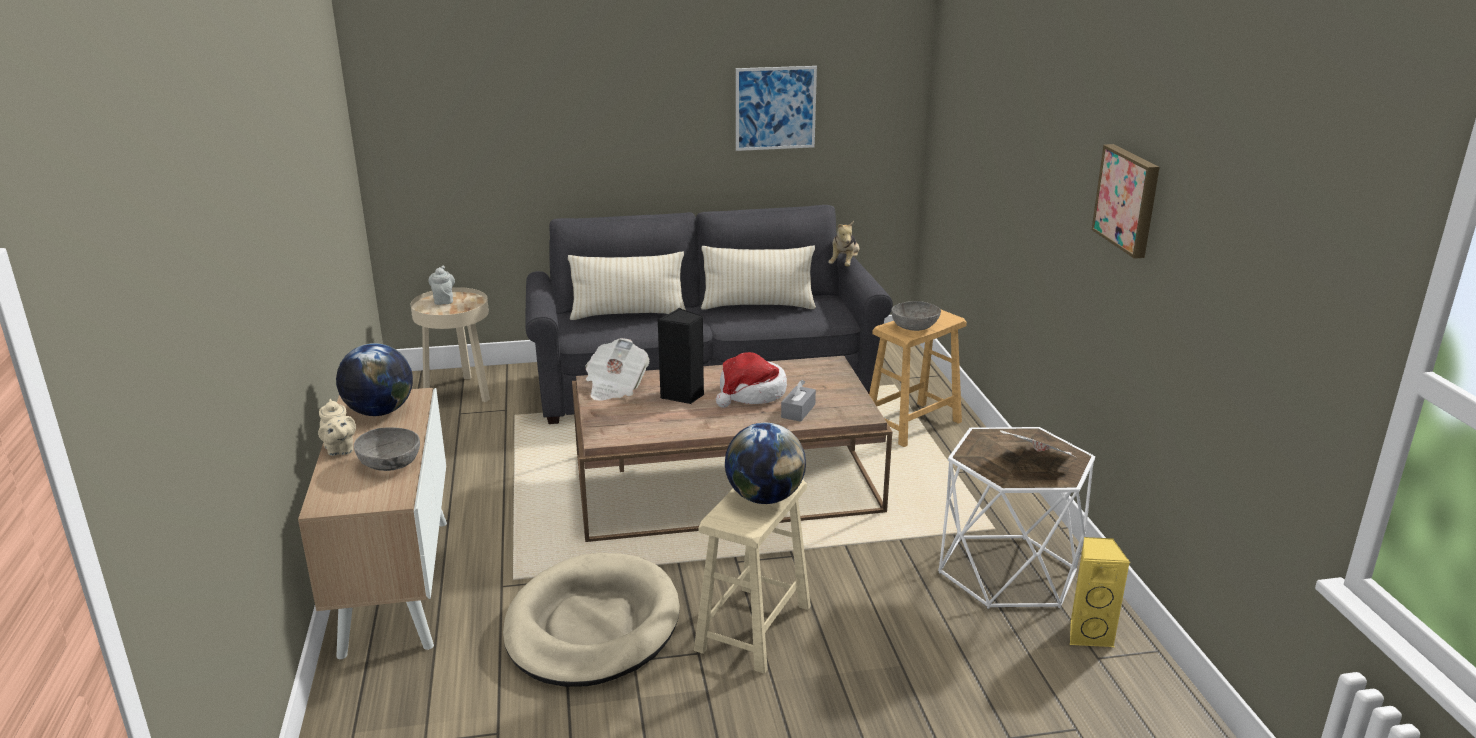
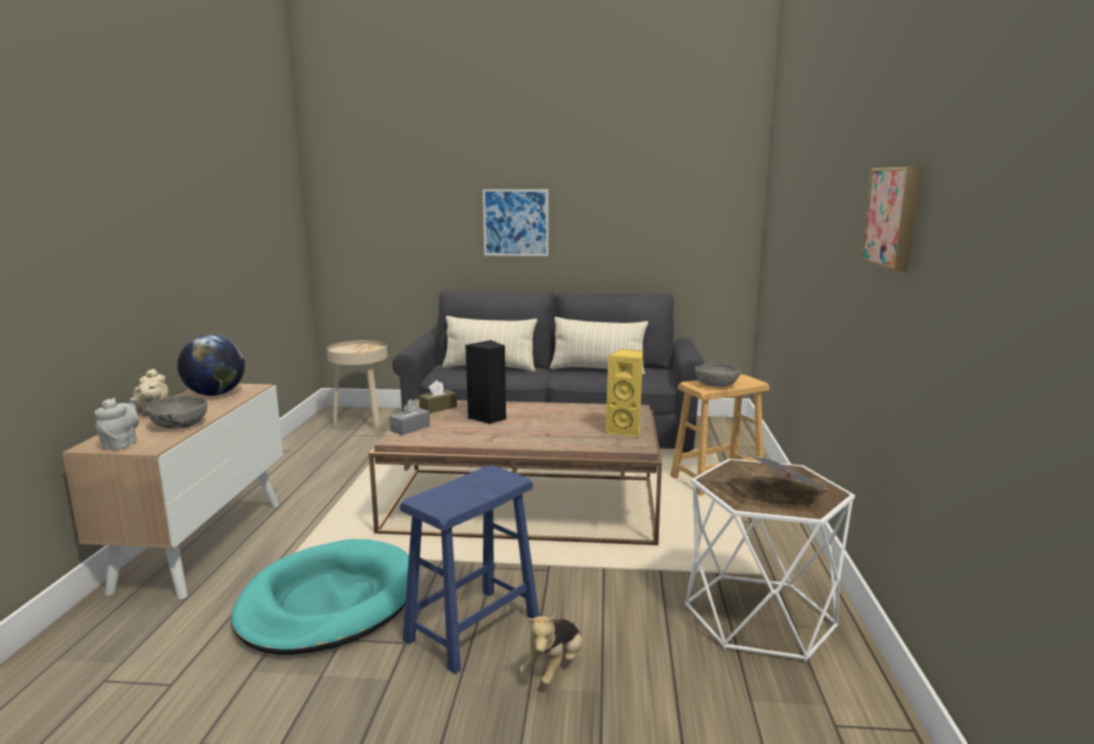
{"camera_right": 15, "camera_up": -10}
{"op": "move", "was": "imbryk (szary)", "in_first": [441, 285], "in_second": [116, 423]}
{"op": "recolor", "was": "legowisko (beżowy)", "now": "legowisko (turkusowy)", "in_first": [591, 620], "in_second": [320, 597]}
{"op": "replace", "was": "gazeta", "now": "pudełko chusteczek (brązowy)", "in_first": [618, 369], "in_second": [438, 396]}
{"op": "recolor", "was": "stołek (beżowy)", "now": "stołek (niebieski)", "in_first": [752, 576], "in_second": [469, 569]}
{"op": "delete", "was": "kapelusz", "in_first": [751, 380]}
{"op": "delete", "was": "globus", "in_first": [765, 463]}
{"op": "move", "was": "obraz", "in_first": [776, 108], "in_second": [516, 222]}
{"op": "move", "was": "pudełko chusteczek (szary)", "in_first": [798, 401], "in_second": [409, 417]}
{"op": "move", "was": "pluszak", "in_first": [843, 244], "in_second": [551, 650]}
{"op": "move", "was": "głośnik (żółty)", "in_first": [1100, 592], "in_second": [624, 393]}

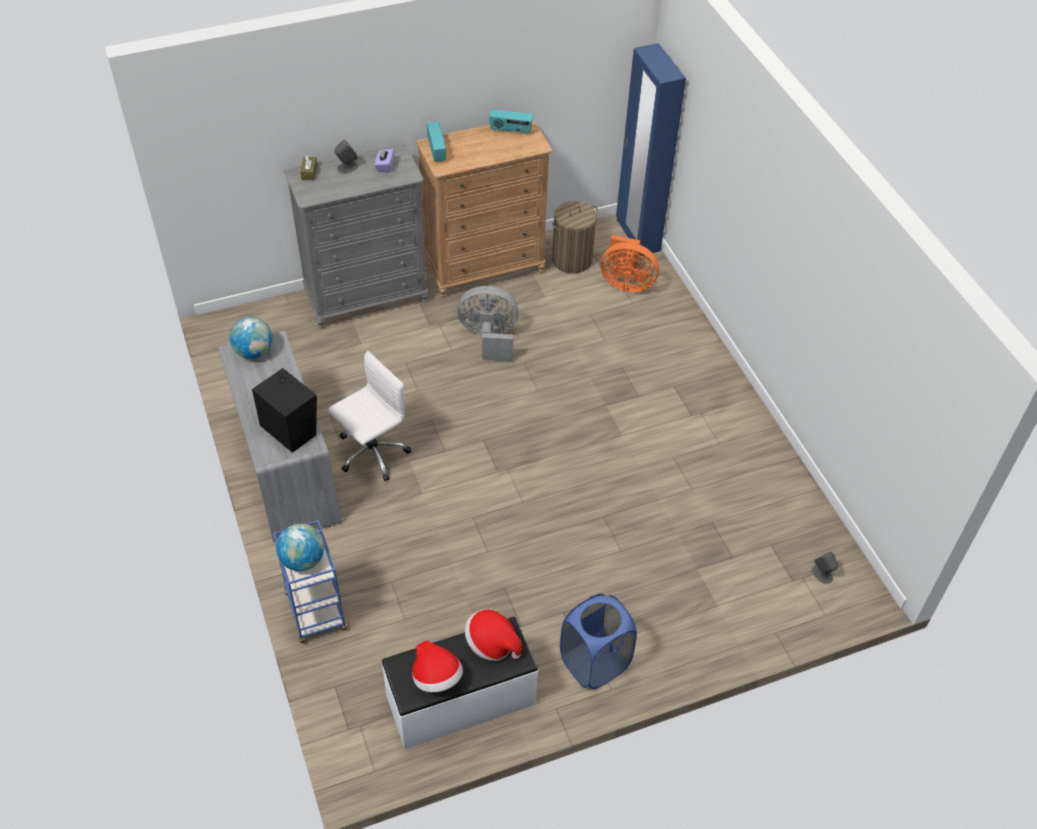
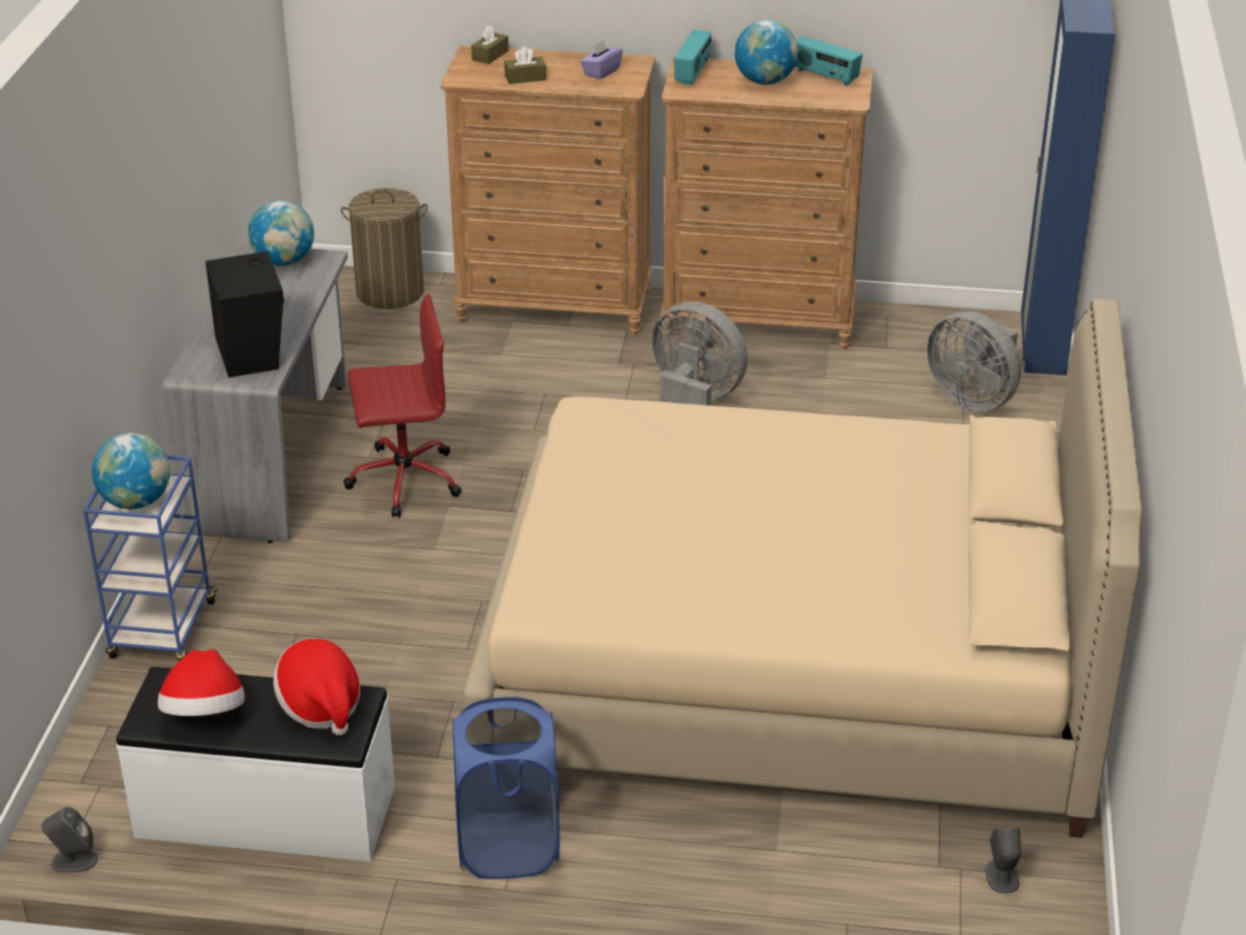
{"camera_right": 30, "camera_up": -15}
{"op": "recolor", "was": "komoda (szary)", "now": "komoda (brązowy)", "in_first": [356, 236], "in_second": [548, 190]}
{"op": "recolor", "was": "krzesło biurowe (biały)", "now": "krzesło biurowe (czerwony)", "in_first": [369, 416], "in_second": [402, 405]}
{"op": "move", "was": "głośnik (szary)", "in_first": [346, 157], "in_second": [70, 840]}
{"op": "move", "was": "kosz na pranie", "in_first": [575, 237], "in_second": [384, 248]}
{"op": "recolor", "was": "wentylator (pomarańczowy)", "now": "wentylator (szary)", "in_first": [630, 263], "in_second": [974, 361]}
{"op": "insert", "now": "łóżko (beżowy)", "in_second": [802, 568]}
{"op": "insert", "now": "pudełko chusteczek (brązowy)", "in_second": [525, 65]}
{"op": "insert", "now": "globus", "in_second": [766, 52]}

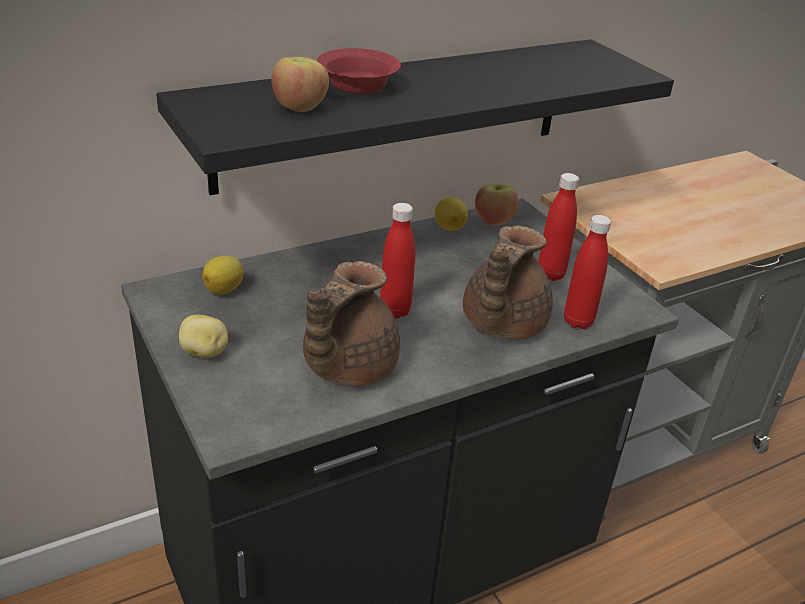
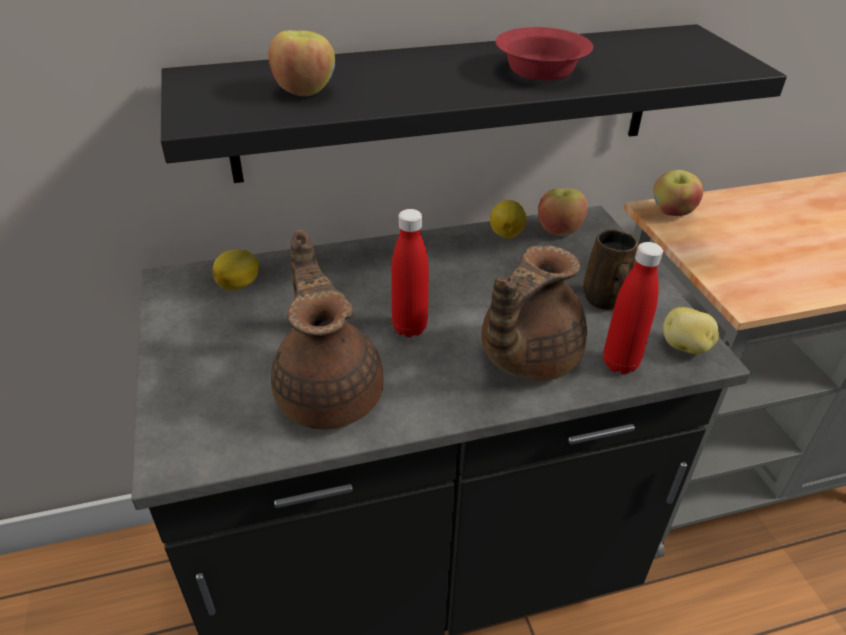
{"camera_right": 15, "camera_up": 5}
{"op": "move", "was": "ziemniak", "in_first": [203, 336], "in_second": [691, 330]}
{"op": "rotate", "was": "imbryk (brązowy)", "in_first": [351, 324], "in_second": [327, 330], "clockwise": 120}
{"op": "move", "was": "miska (czerwony)", "in_first": [359, 71], "in_second": [544, 54]}
{"op": "replace", "was": "butelka (czerwony)", "now": "kubek (brązowy)", "in_first": [558, 227], "in_second": [610, 269]}
{"op": "insert", "now": "jabłko", "in_second": [678, 193]}

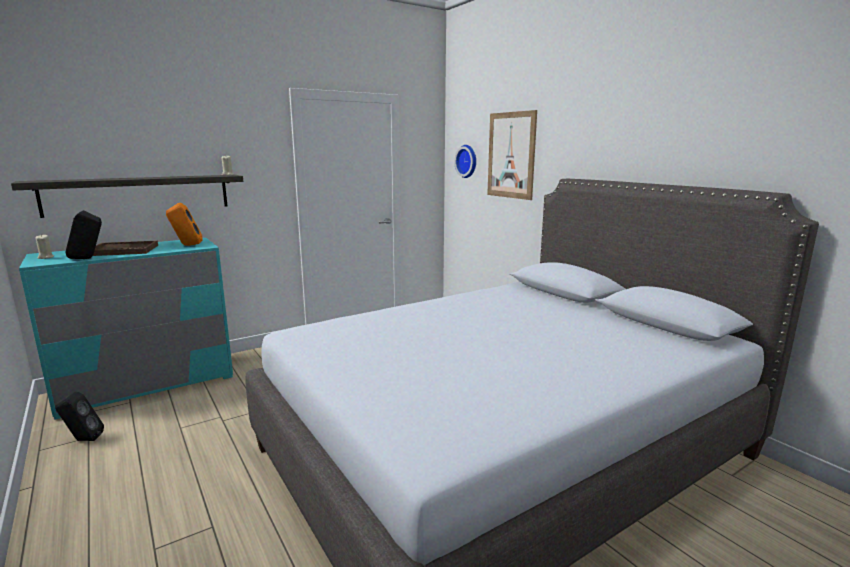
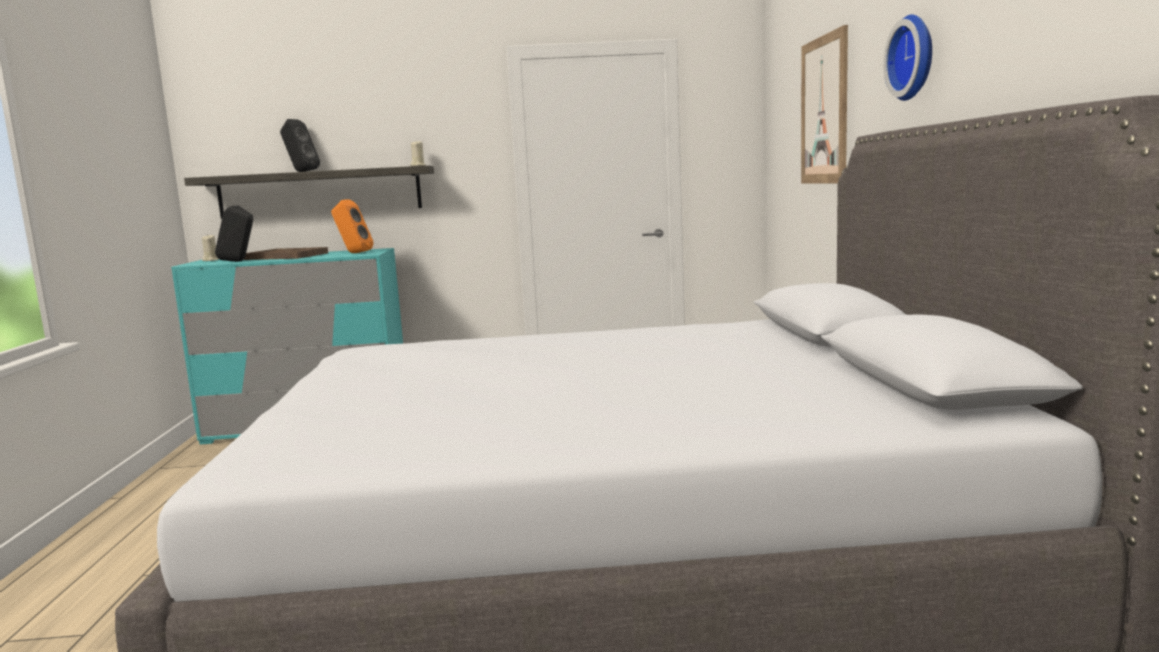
{"camera_right": 30, "camera_up": -5}
{"op": "move", "was": "głośnik (czarny)", "in_first": [79, 416], "in_second": [300, 145]}
{"op": "move", "was": "zegar ścienny", "in_first": [465, 161], "in_second": [907, 57]}

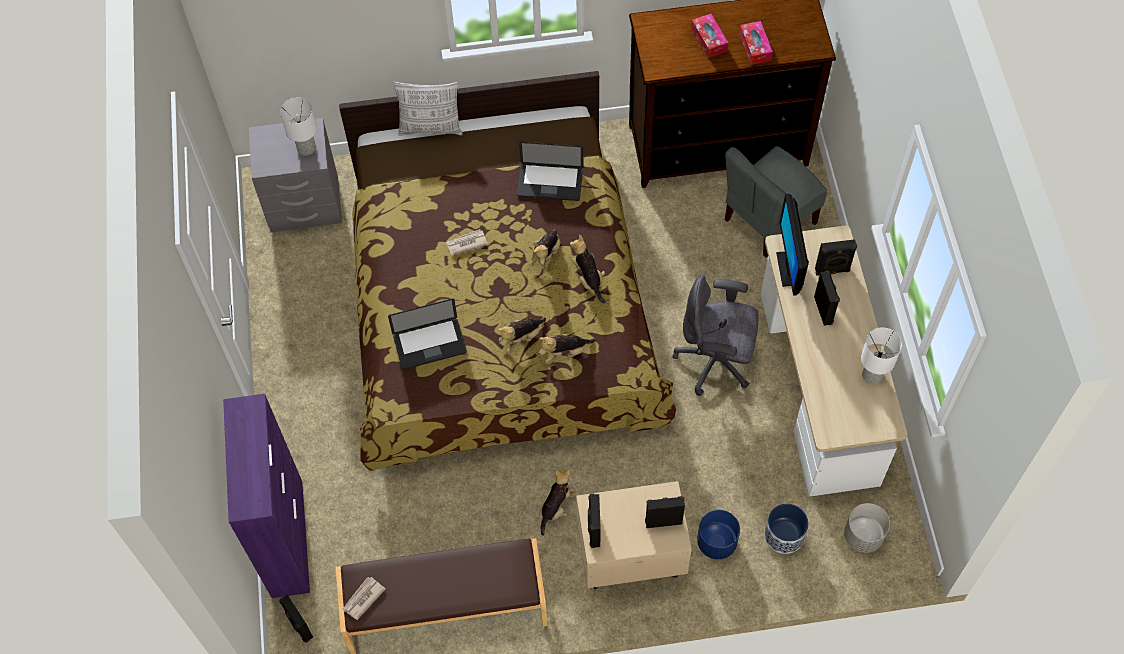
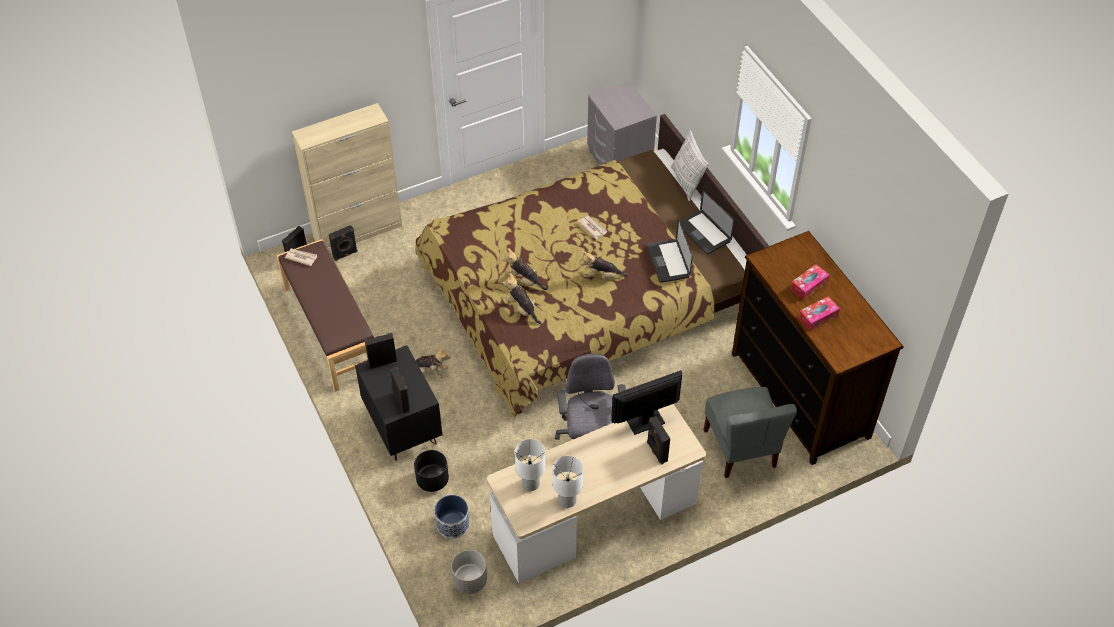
{"camera_right": 70, "camera_up": -10}
{"op": "recolor", "was": "szafka (fioletowy)", "now": "szafka (beżowy)", "in_first": [266, 496], "in_second": [347, 177]}
{"op": "move", "was": "lampa stołowa (biały)", "in_first": [298, 126], "in_second": [530, 465]}
{"op": "move", "was": "laptop", "in_first": [427, 334], "in_second": [706, 222]}
{"op": "delete", "was": "pluszak", "in_first": [588, 269]}
{"op": "recolor", "was": "szafka nocna (beżowy)", "now": "szafka nocna (czarny)", "in_first": [634, 535], "in_second": [398, 403]}
{"op": "recolor", "was": "donica (niebieski)", "now": "donica (czarny)", "in_first": [718, 534], "in_second": [431, 471]}
{"op": "rotate", "was": "krzesło (szary)", "in_first": [776, 202], "in_second": [750, 432], "clockwise": -135}
{"op": "move", "was": "głośnik (czarny)", "in_first": [827, 298], "in_second": [343, 243]}

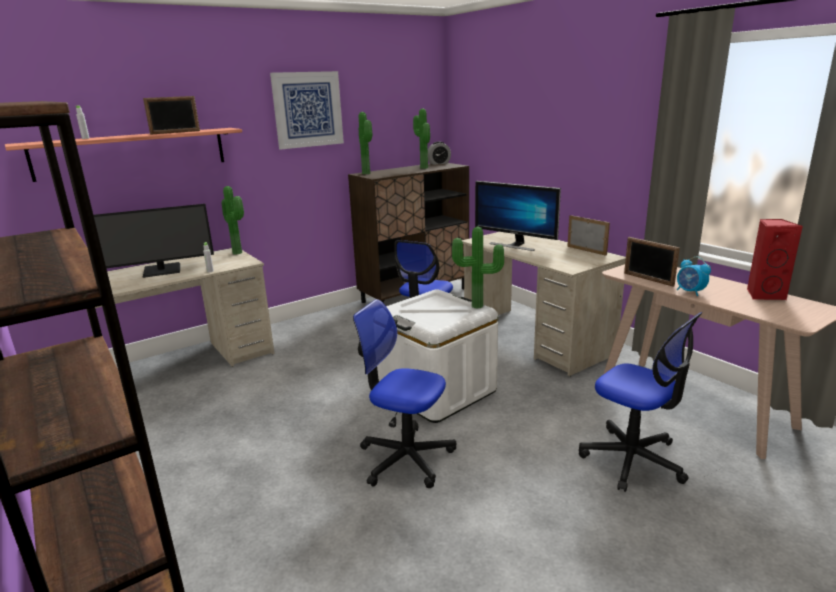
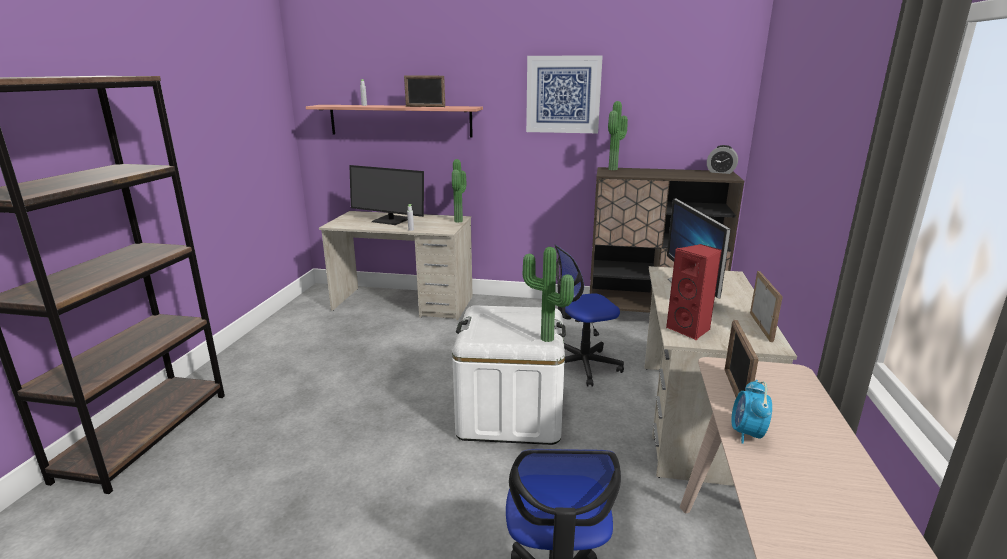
{"camera_right": 45, "camera_up": 0}
{"op": "delete", "was": "krzesło biurowe", "in_first": [404, 393]}
{"op": "delete", "was": "roślina doniczkowa", "in_first": [421, 138]}
{"op": "move", "was": "głośnik (czerwony)", "in_first": [775, 259], "in_second": [694, 292]}

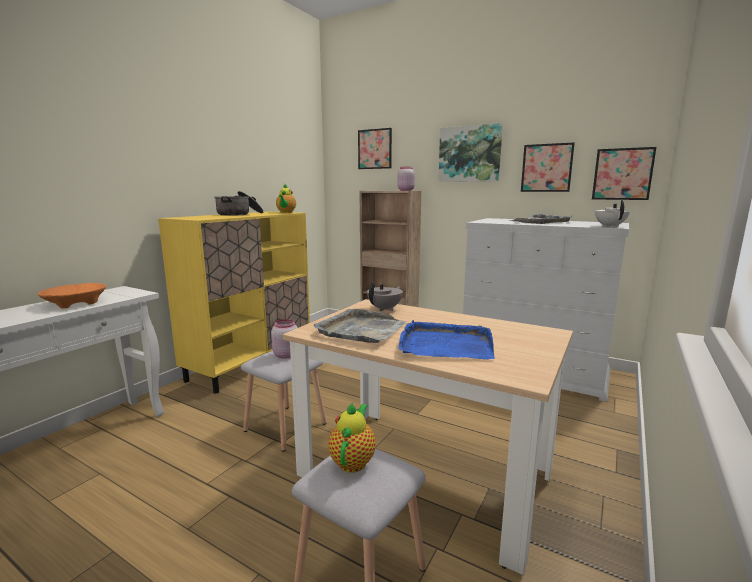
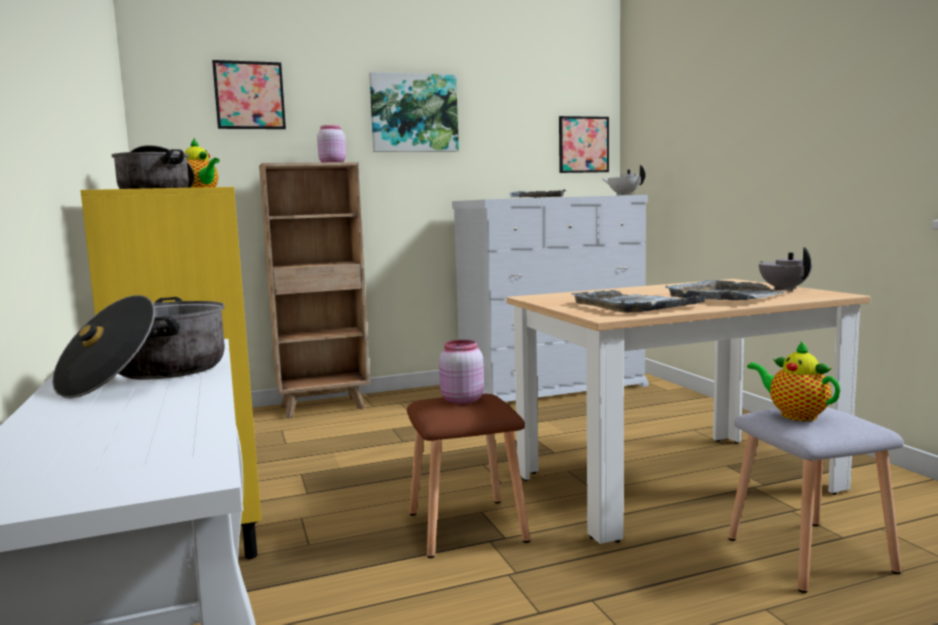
{"camera_right": -50, "camera_up": -5}
{"op": "replace", "was": "miska (pomarańczowy)", "now": "garnek", "in_first": [72, 295], "in_second": [138, 346]}
{"op": "recolor", "was": "stołek (szary)", "now": "stołek (brązowy)", "in_first": [284, 401], "in_second": [468, 476]}
{"op": "move", "was": "imbryk (szary)", "in_first": [385, 296], "in_second": [786, 269]}
{"op": "recolor", "was": "taca (niebieski)", "now": "taca (szary)", "in_first": [446, 340], "in_second": [725, 290]}
{"op": "delete", "was": "obraz", "in_first": [548, 167]}

